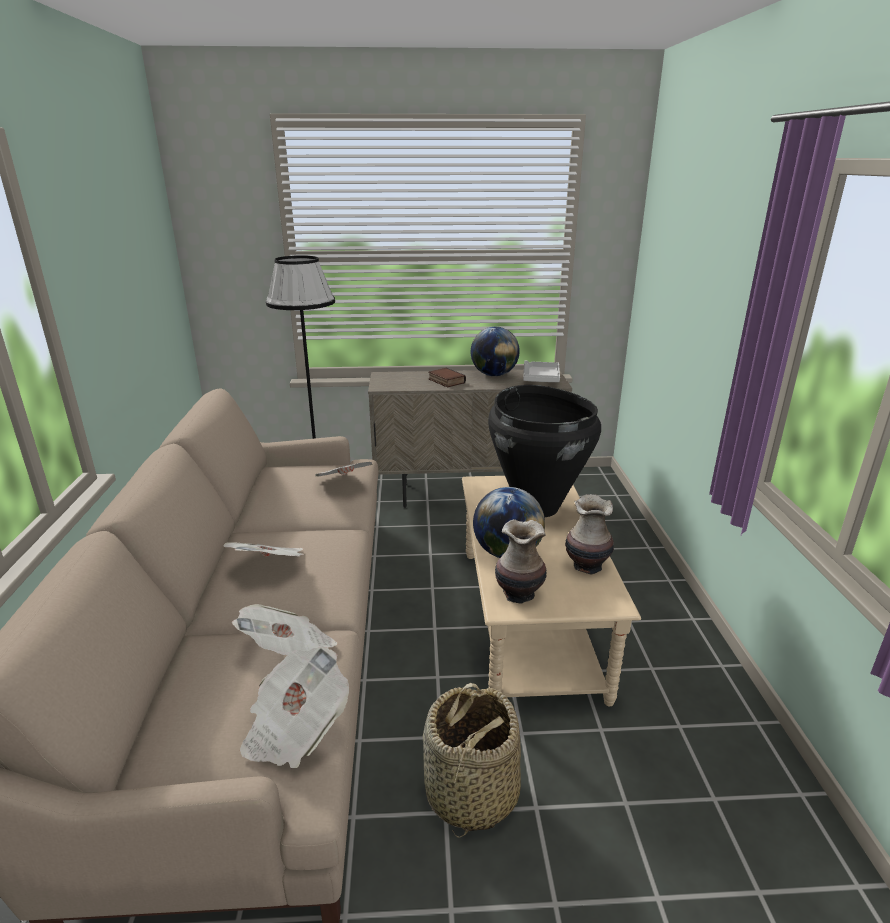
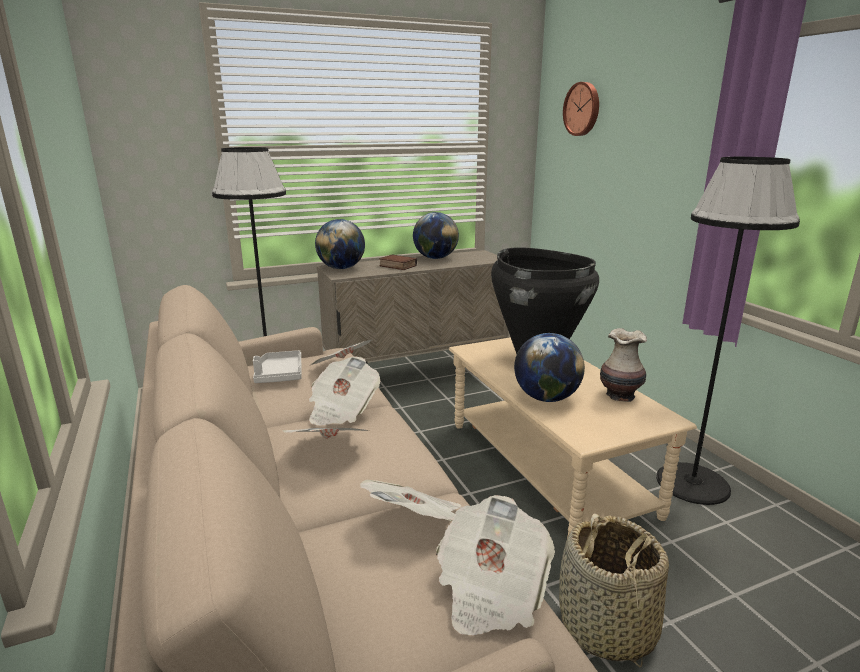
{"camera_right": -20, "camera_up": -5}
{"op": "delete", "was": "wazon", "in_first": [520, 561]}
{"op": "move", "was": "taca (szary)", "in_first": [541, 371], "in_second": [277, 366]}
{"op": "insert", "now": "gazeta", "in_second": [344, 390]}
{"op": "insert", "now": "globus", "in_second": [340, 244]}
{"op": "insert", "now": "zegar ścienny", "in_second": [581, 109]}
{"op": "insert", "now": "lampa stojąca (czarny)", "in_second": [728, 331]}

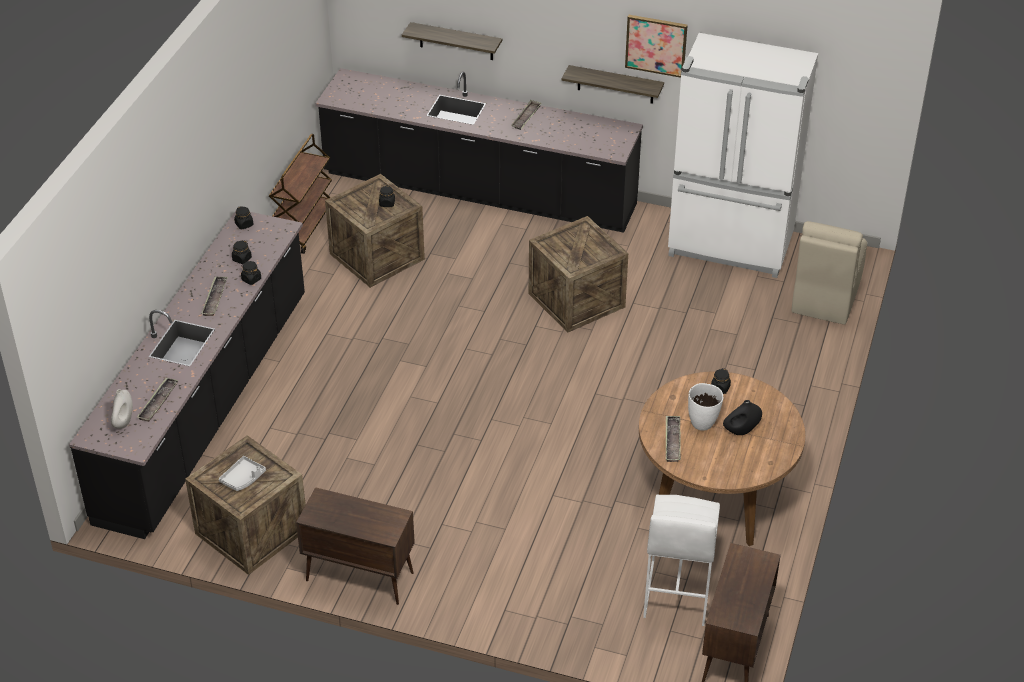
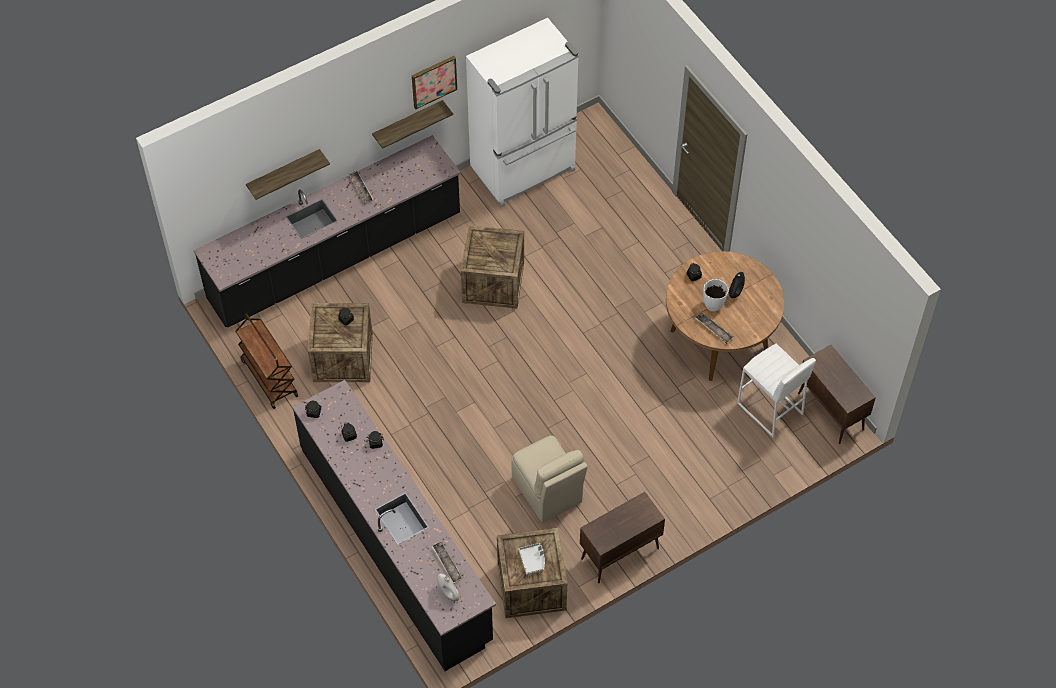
{"camera_right": -50, "camera_up": 15}
{"op": "delete", "was": "taca", "in_first": [214, 296]}
{"op": "move", "was": "krzesło (beżowy)", "in_first": [829, 273], "in_second": [550, 479]}

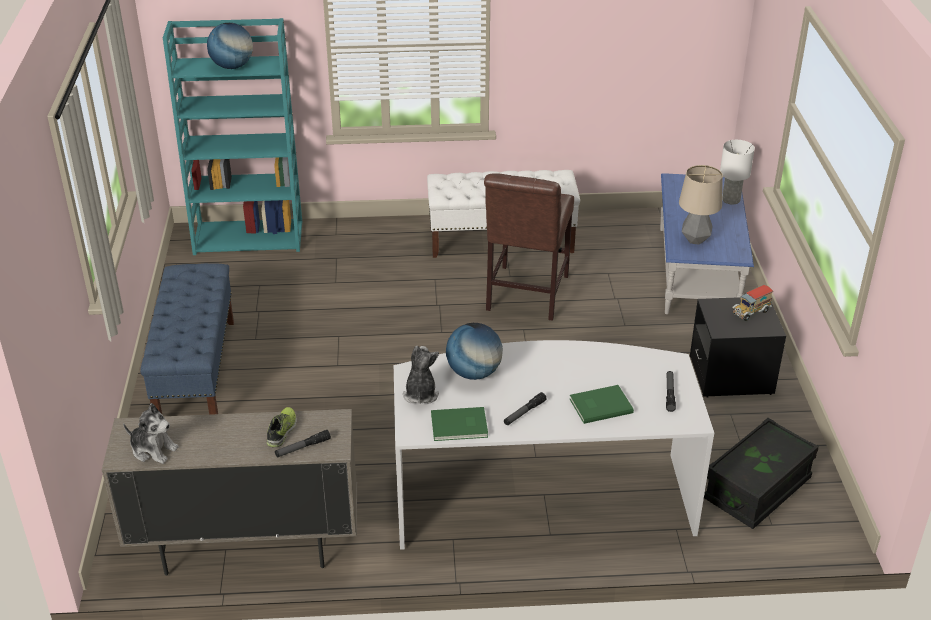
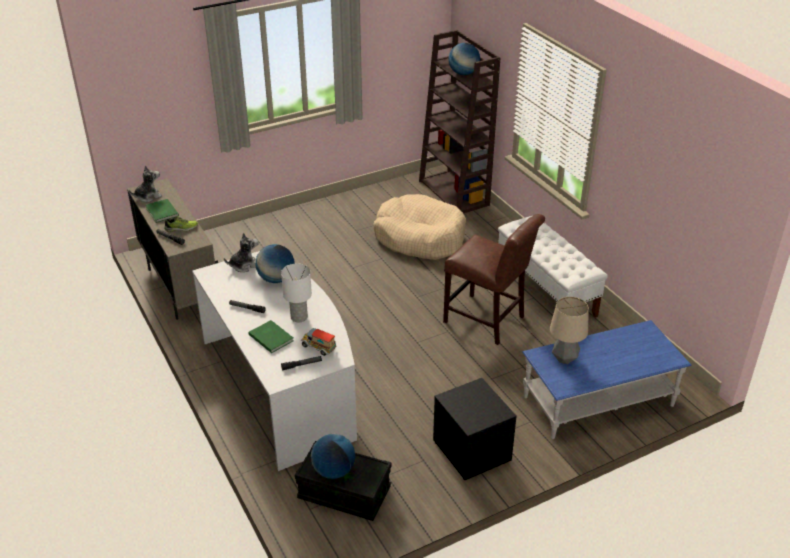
{"camera_right": 65, "camera_up": 0}
{"op": "rotate", "was": "pluszak", "in_first": [151, 433], "in_second": [145, 183], "clockwise": -120}
{"op": "delete", "was": "ławka (niebieski)", "in_first": [187, 339]}
{"op": "recolor", "was": "regał (turkusowy)", "now": "regał (brązowy)", "in_first": [232, 136], "in_second": [459, 121]}
{"op": "move", "was": "książka (zielony)", "in_first": [459, 424], "in_second": [162, 211]}
{"op": "rotate", "was": "krzesło (brązowy)", "in_first": [529, 247], "in_second": [494, 279], "clockwise": -135}
{"op": "move", "was": "lampa stołowa (biały)", "in_first": [737, 172], "in_second": [296, 293]}
{"op": "move", "was": "ciężarówka zabawkowa", "in_first": [752, 303], "in_second": [318, 342]}
{"op": "insert", "now": "globus", "in_second": [333, 456]}
{"op": "insert", "now": "legowisko (beżowy)", "in_second": [419, 227]}

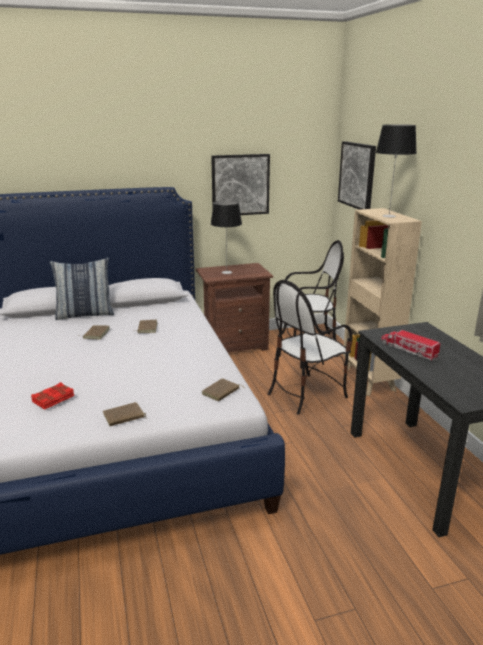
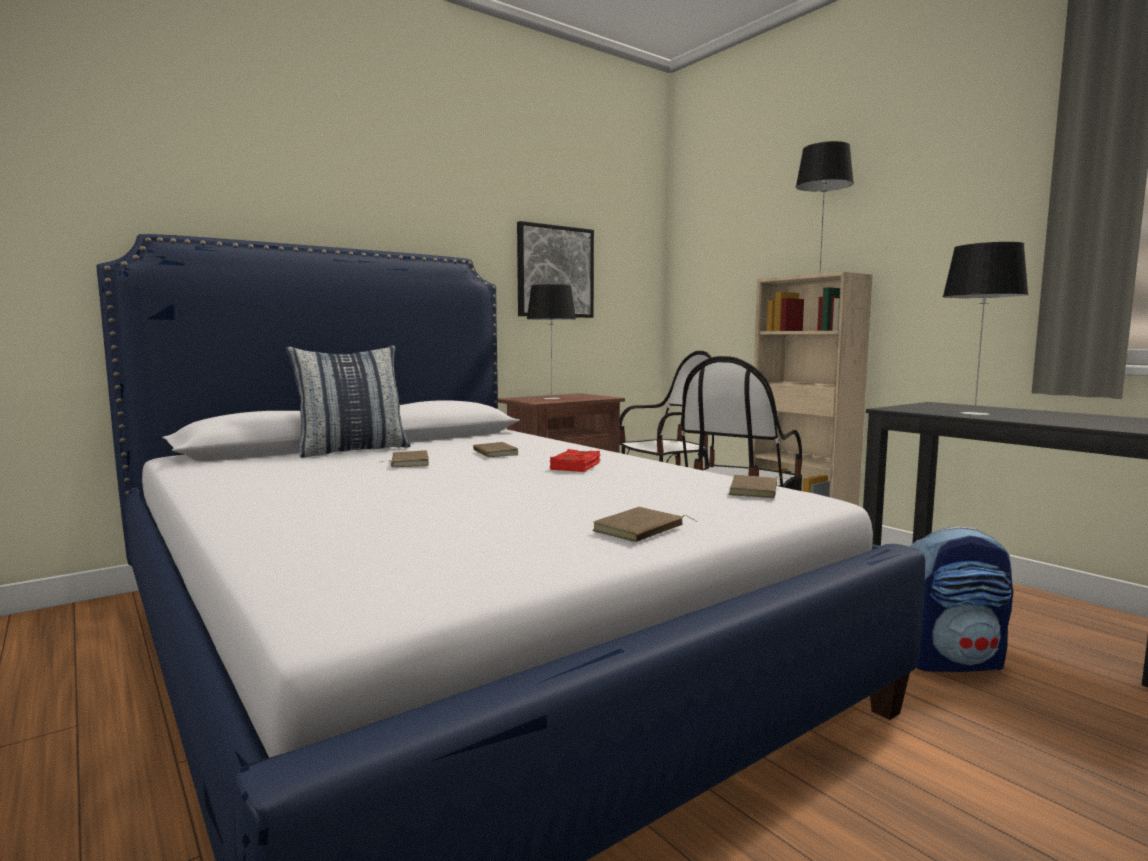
{"camera_right": -20, "camera_up": -15}
{"op": "move", "was": "książka (czerwony)", "in_first": [52, 396], "in_second": [575, 460]}
{"op": "delete", "was": "obraz", "in_first": [357, 175]}
{"op": "replace", "was": "ciężarówka zabawkowa", "now": "lampa stołowa", "in_first": [410, 345], "in_second": [986, 328]}
{"op": "insert", "now": "plecak", "in_second": [961, 599]}

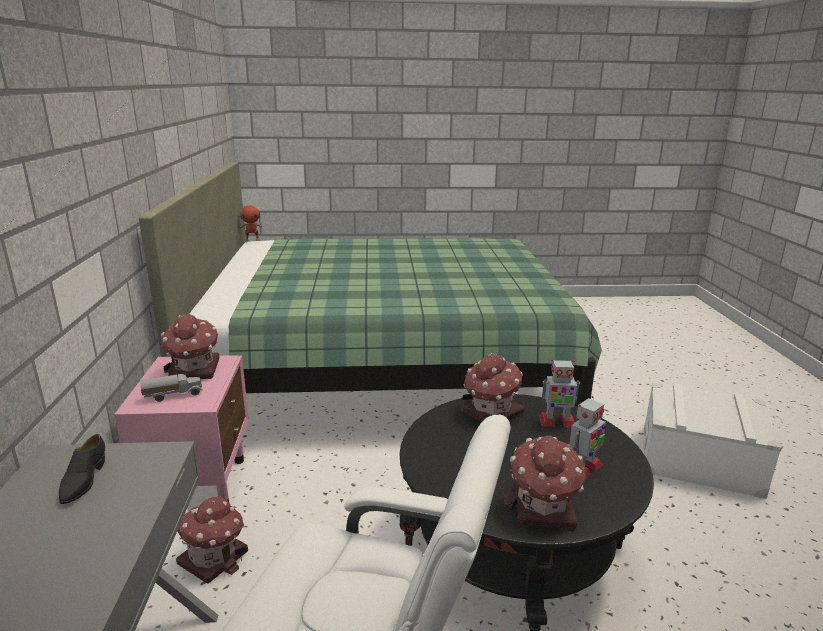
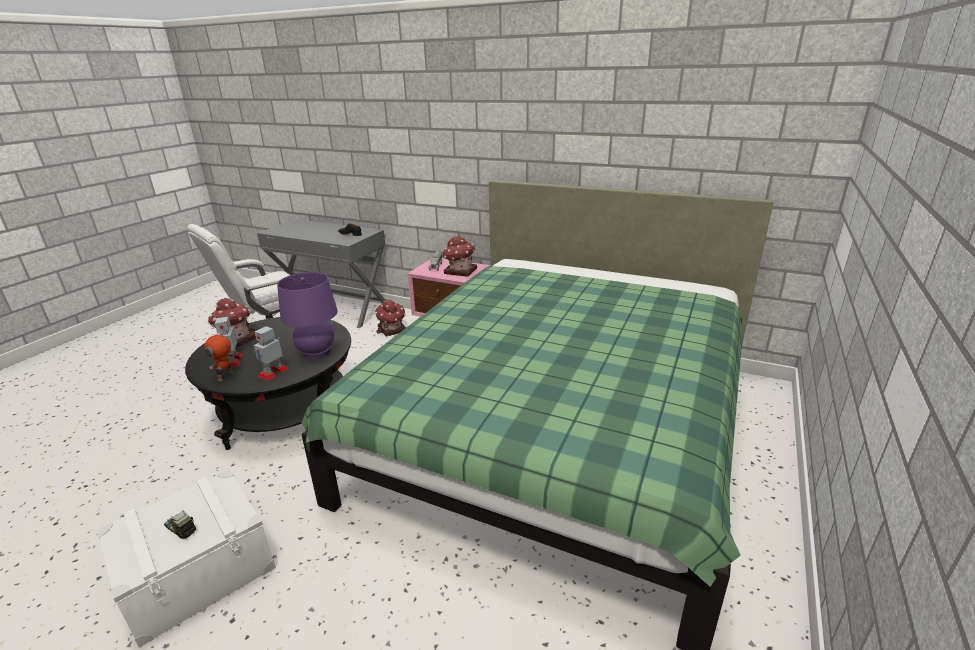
{"camera_right": 120, "camera_up": 5}
{"op": "move", "was": "robot zabawkowy", "in_first": [251, 222], "in_second": [219, 355]}
{"op": "replace", "was": "domek", "now": "lampa stołowa (fioletowy)", "in_first": [493, 387], "in_second": [307, 316]}
{"op": "insert", "now": "ciężarówka zabawkowa", "in_second": [180, 524]}

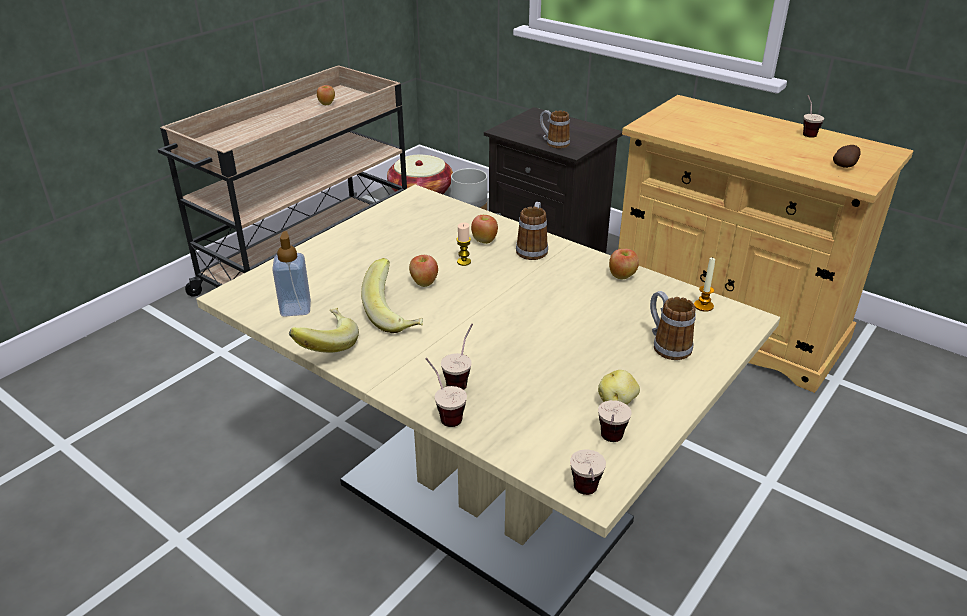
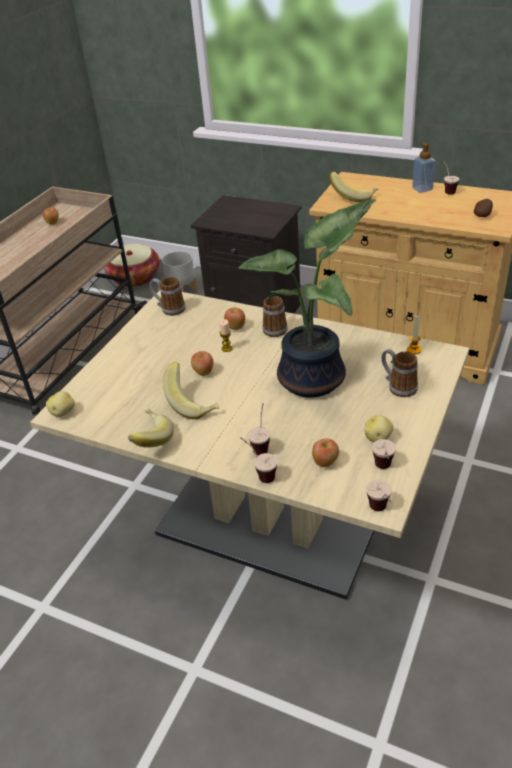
{"camera_right": -10, "camera_up": 5}
{"op": "move", "was": "dozownik mydła", "in_first": [291, 274], "in_second": [424, 167]}
{"op": "move", "was": "kubek", "in_first": [555, 129], "in_second": [167, 296]}
{"op": "move", "was": "jabłko", "in_first": [624, 264], "in_second": [325, 452]}
{"op": "insert", "now": "ziemniak", "in_second": [60, 404]}
{"op": "insert", "now": "roślina doniczkowa", "in_second": [307, 298]}
{"op": "insert", "now": "banan", "in_second": [353, 187]}

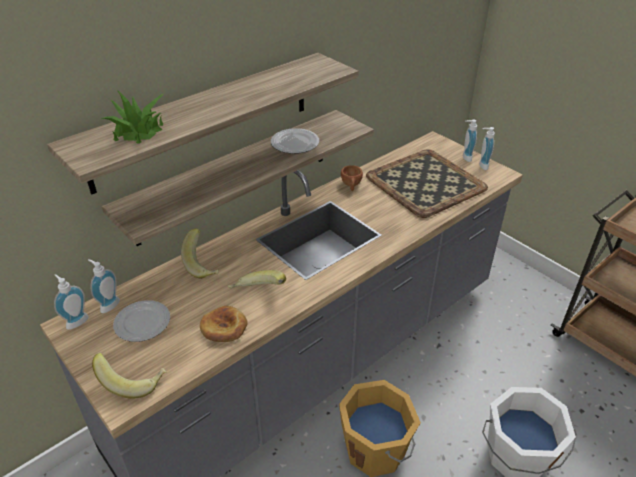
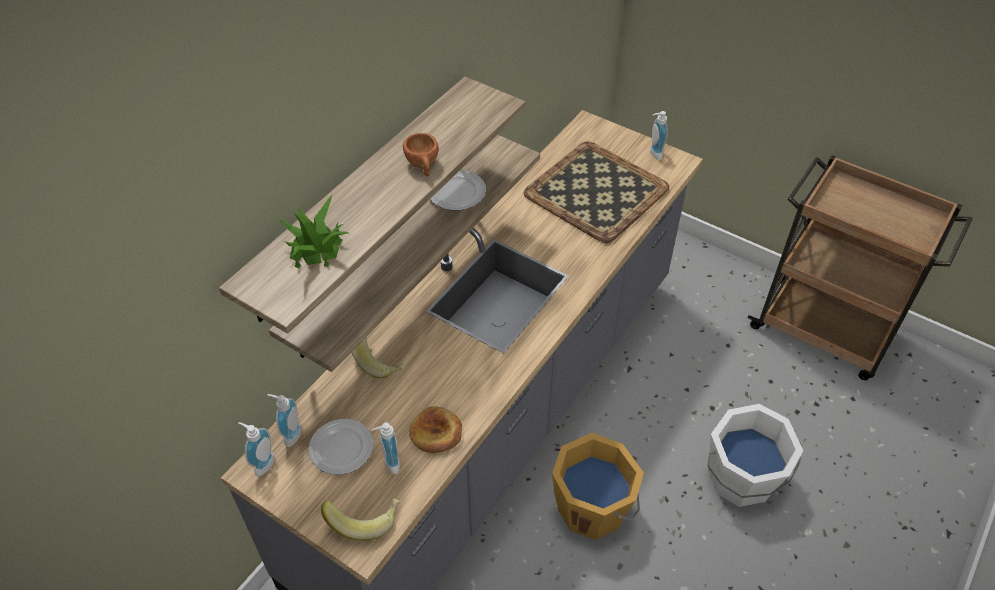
{"camera_right": -15, "camera_up": 10}
{"op": "delete", "was": "banan", "in_first": [257, 279]}
{"op": "move", "was": "filiżanka (brązowy)", "in_first": [352, 178], "in_second": [421, 154]}
{"op": "move", "was": "dozownik mydła", "in_first": [470, 141], "in_second": [385, 448]}

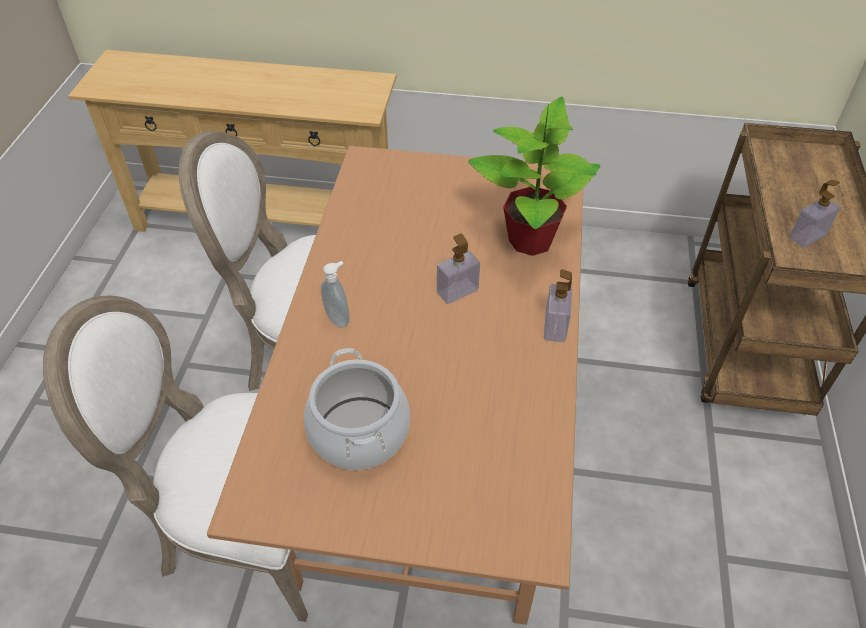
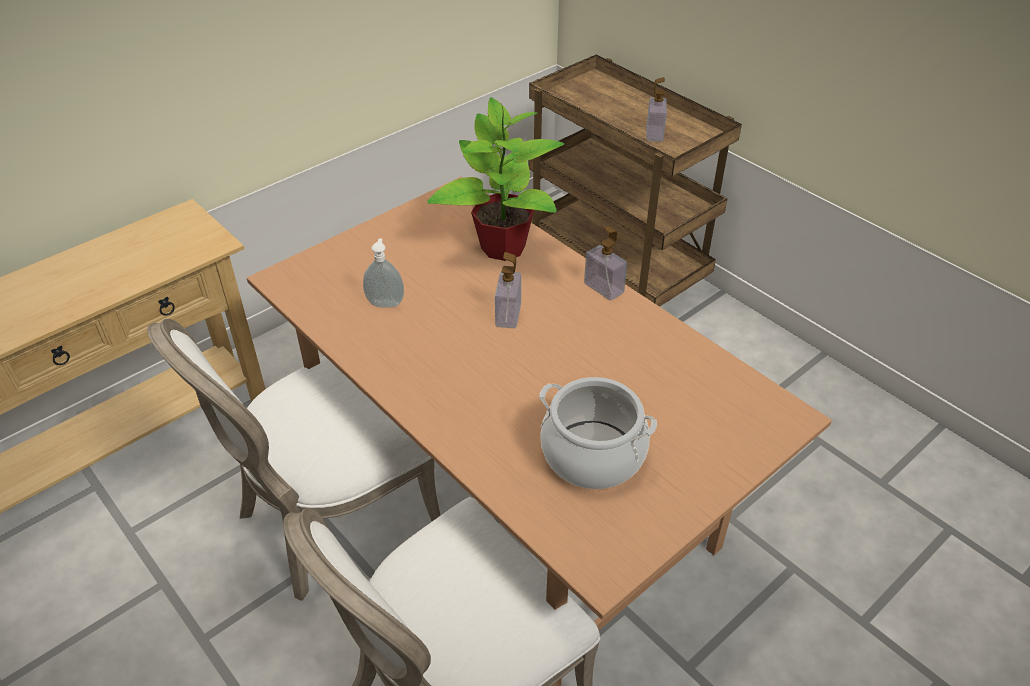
{"camera_right": -50, "camera_up": -5}
{"op": "move", "was": "dozownik mydła", "in_first": [335, 294], "in_second": [383, 273]}

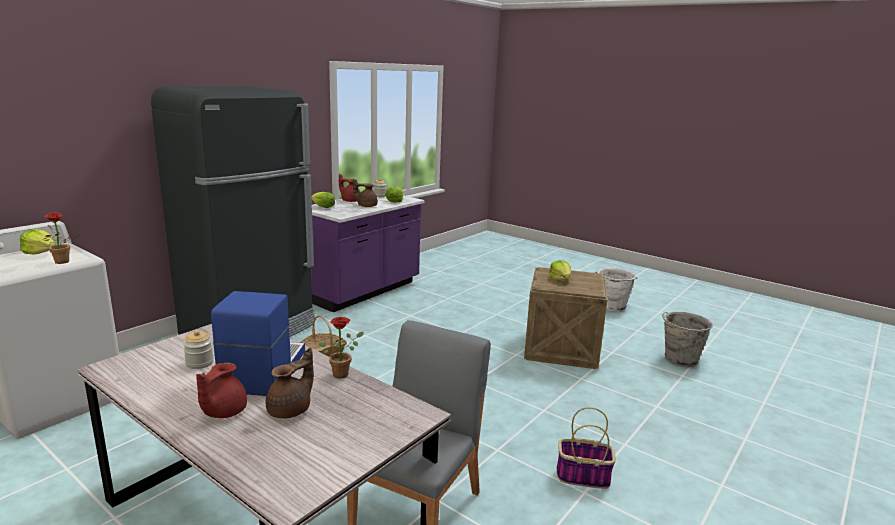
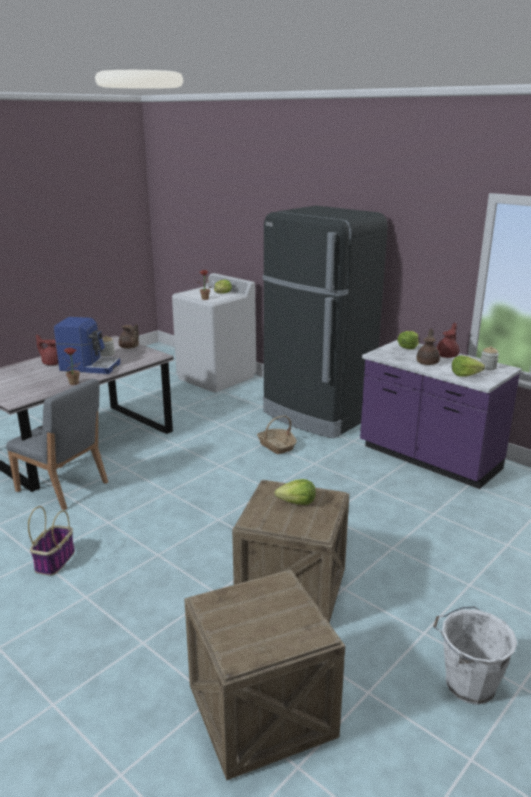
{"camera_right": 95, "camera_up": 5}
{"op": "move", "was": "imbryk (brązowy)", "in_first": [290, 383], "in_second": [129, 336]}
{"op": "replace", "was": "wiadro (szary)", "now": "skrzynka", "in_first": [687, 339], "in_second": [264, 675]}

